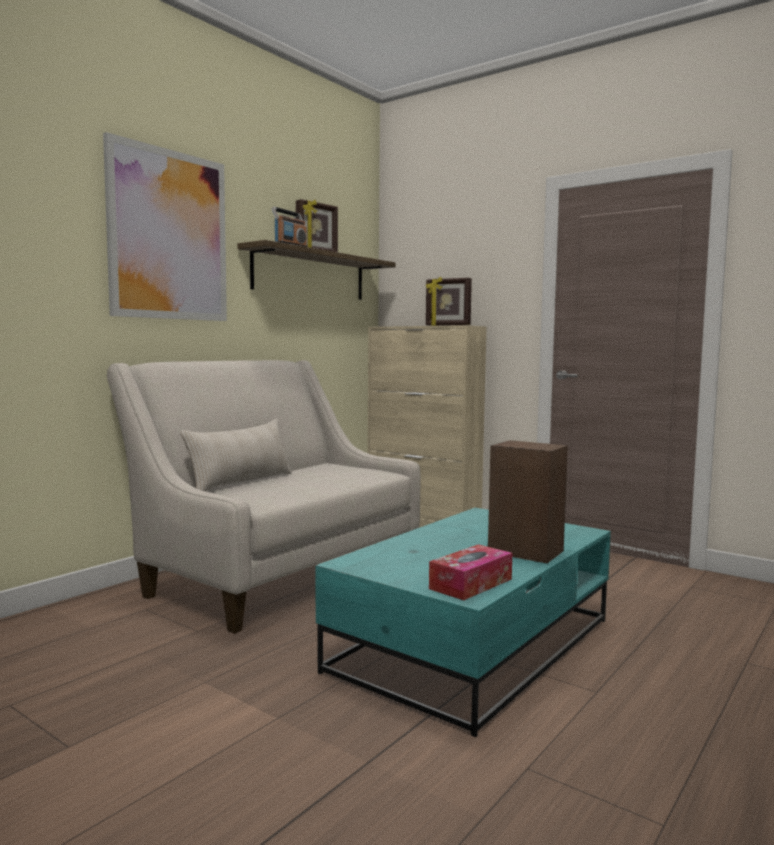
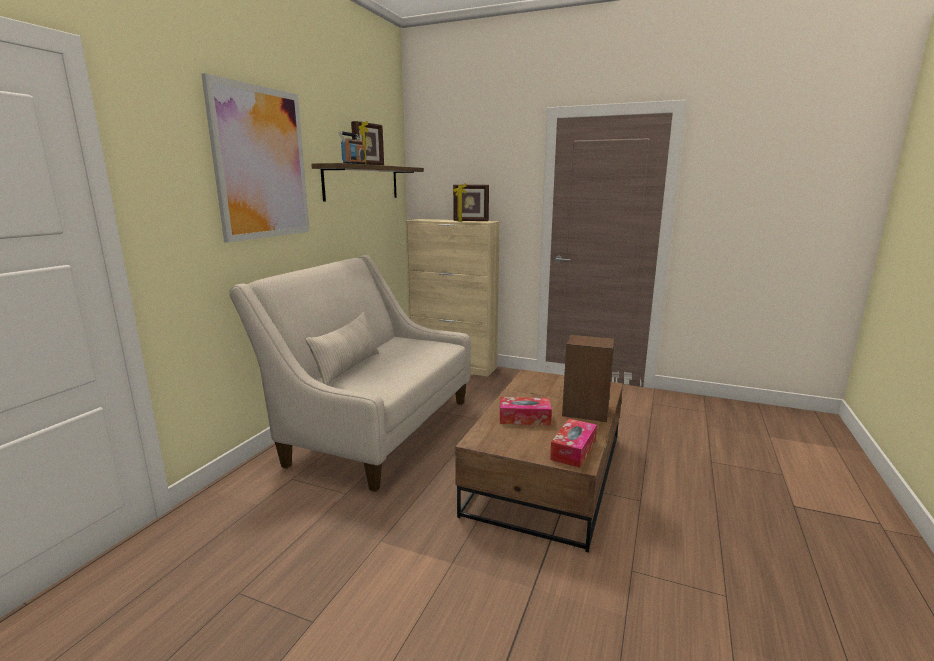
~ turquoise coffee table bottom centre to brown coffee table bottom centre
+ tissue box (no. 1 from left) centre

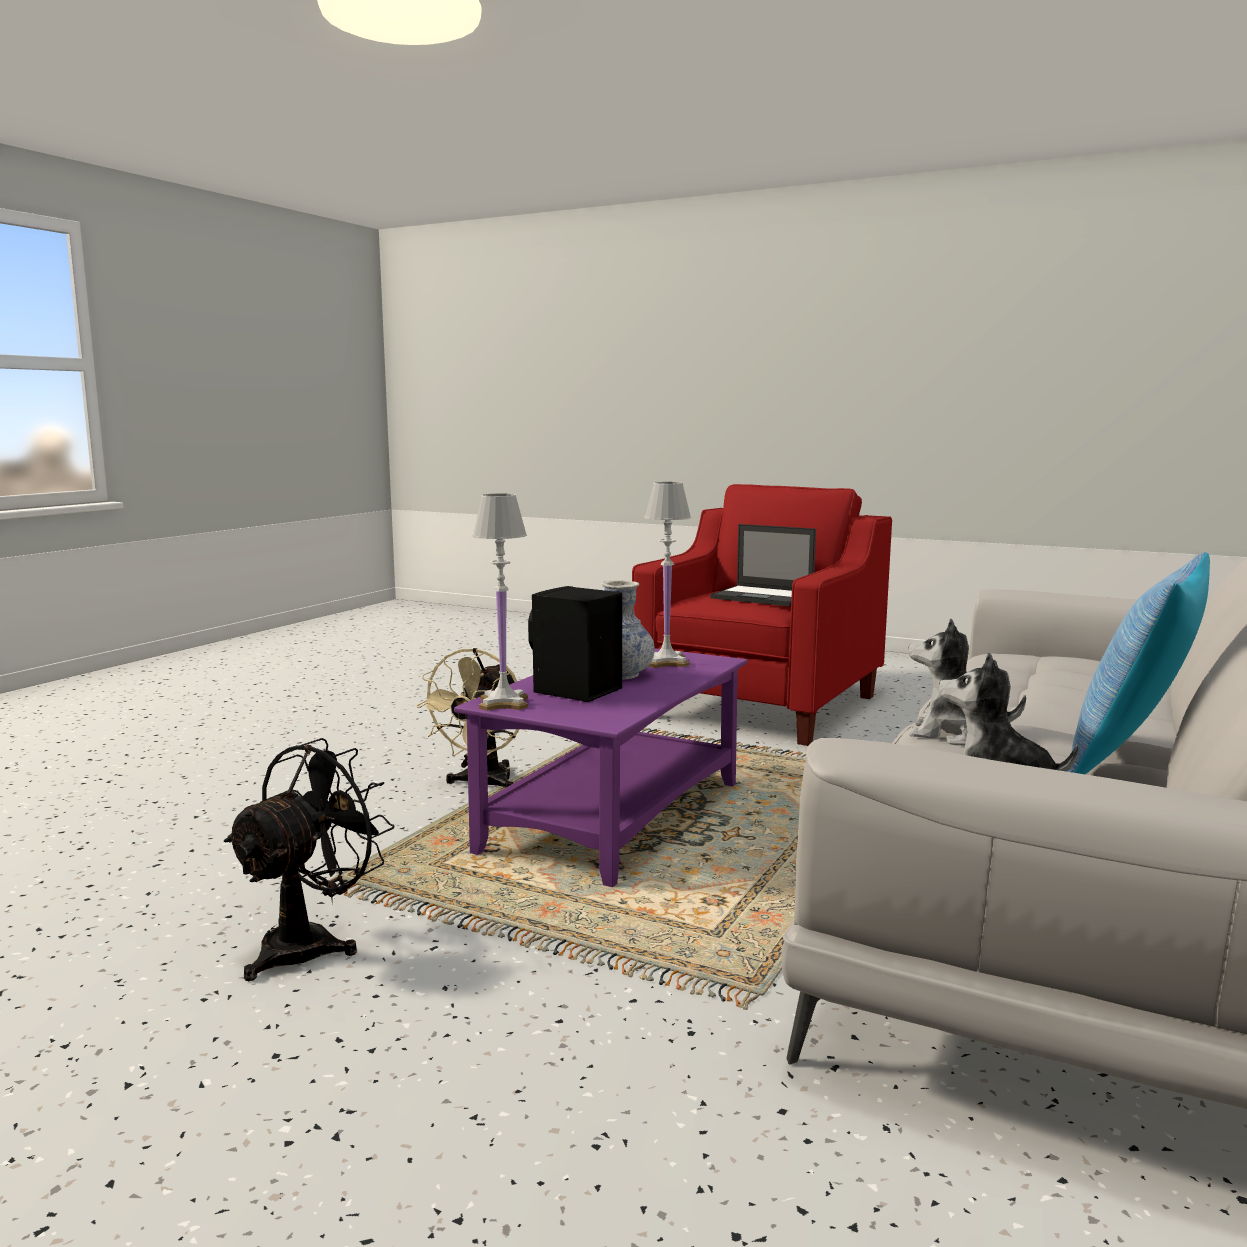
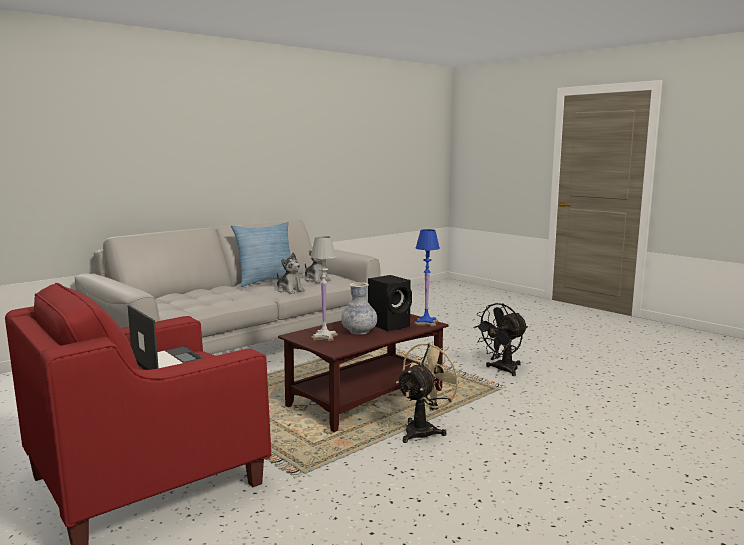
~ white table lamp (no. 1 from left) centre to blue table lamp centre
~ purple coffee table centre to brown coffee table bottom centre

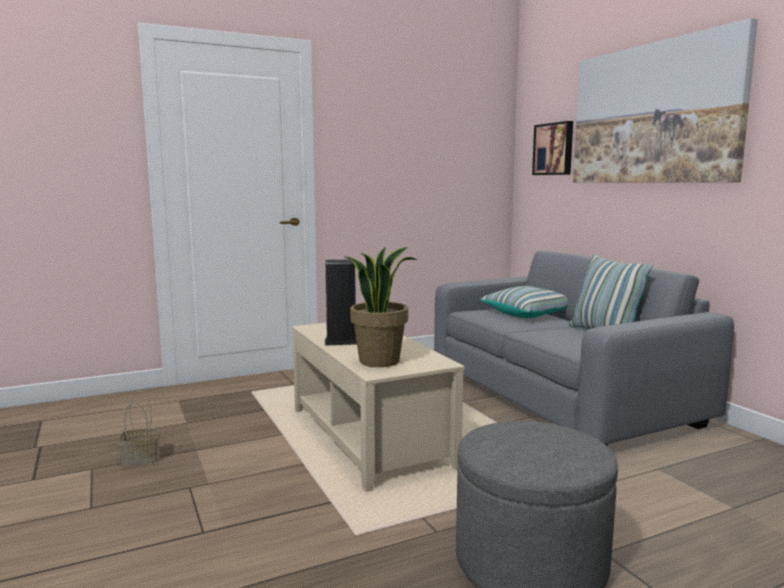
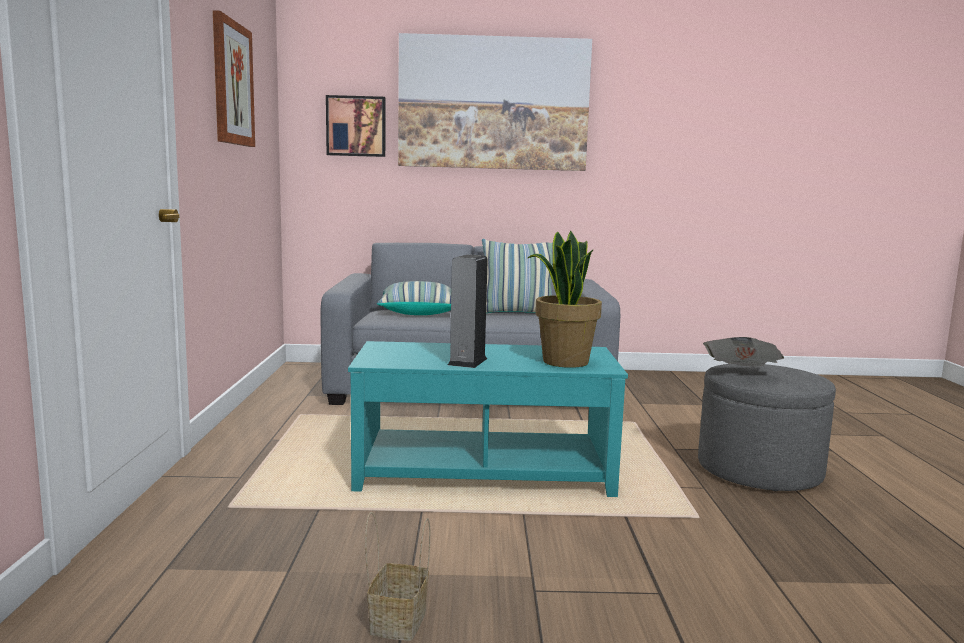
~ beige coffee table bottom centre to turquoise coffee table centre
+ picture (no. 1 from left) top left
+ newspaper middle right

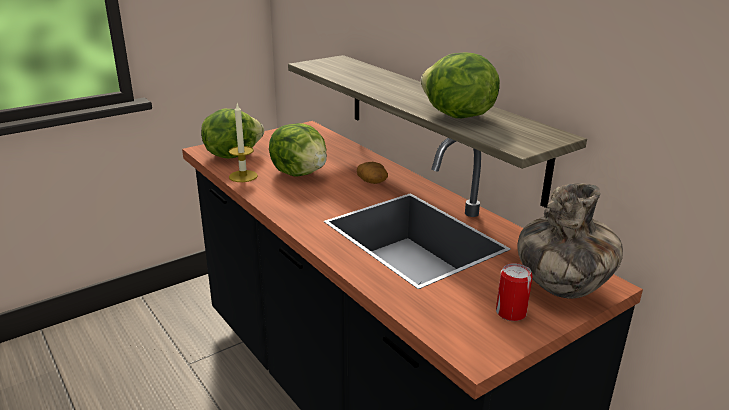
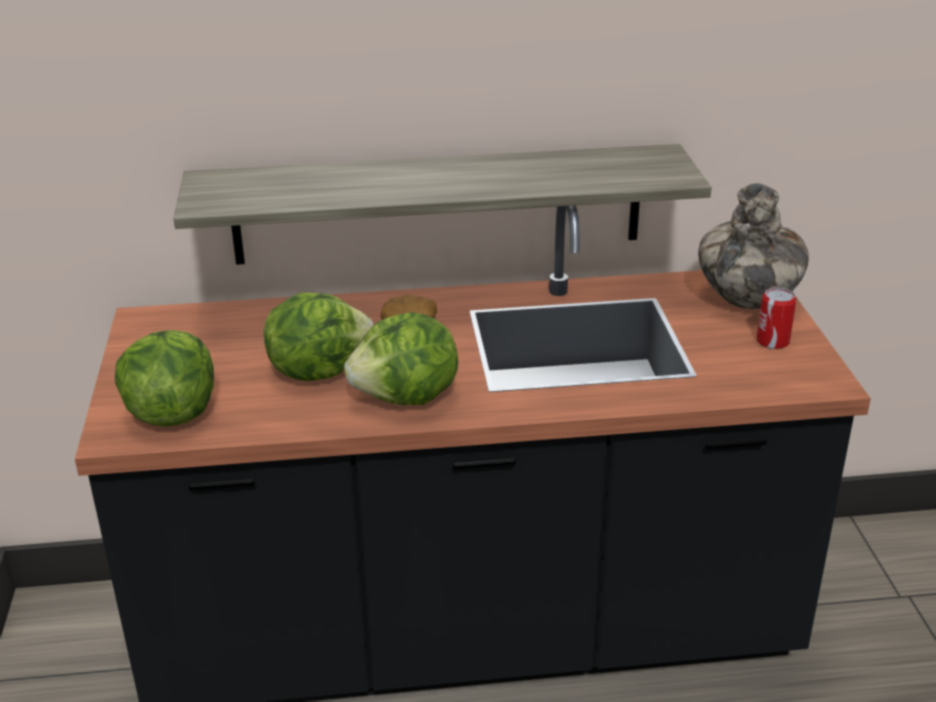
~ lettuce (no. 3 from left) top centre to centre
- candle centre

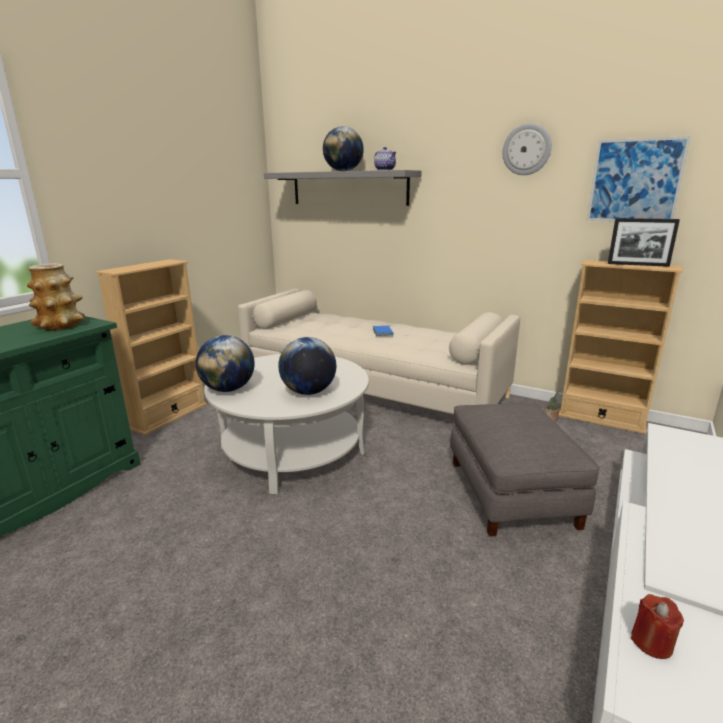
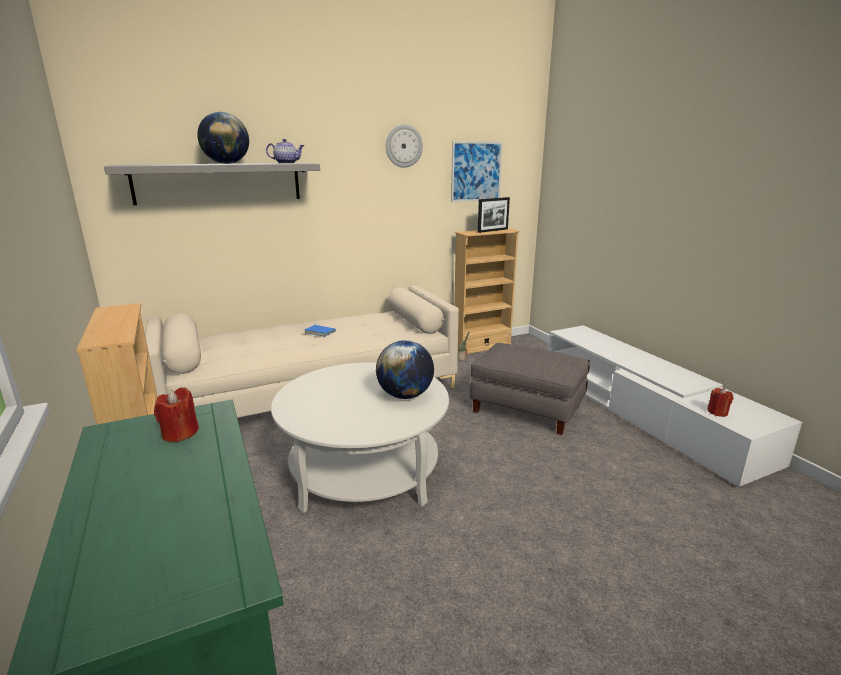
~ vase middle left to red candle (no. 1 from left) middle left
- globe (no. 1 from left) middle left

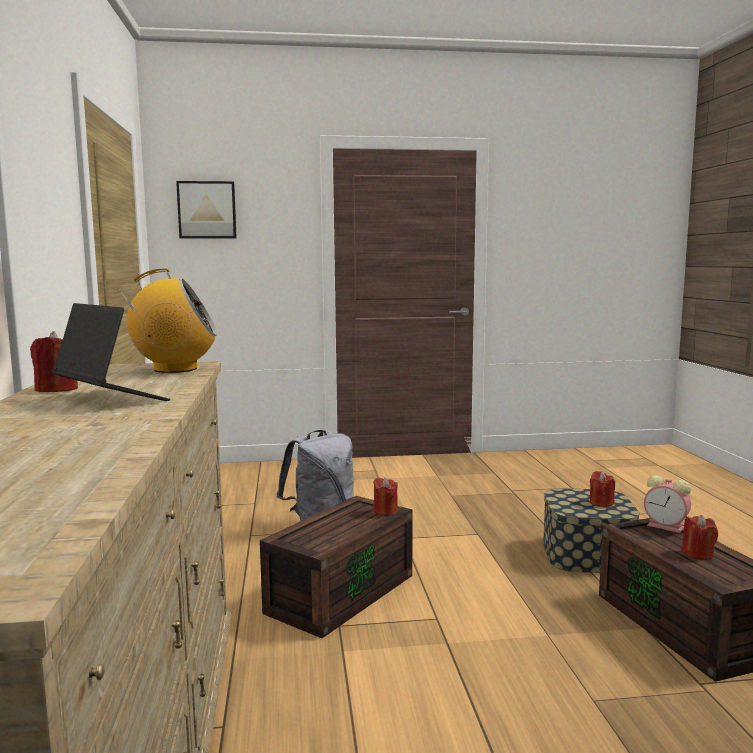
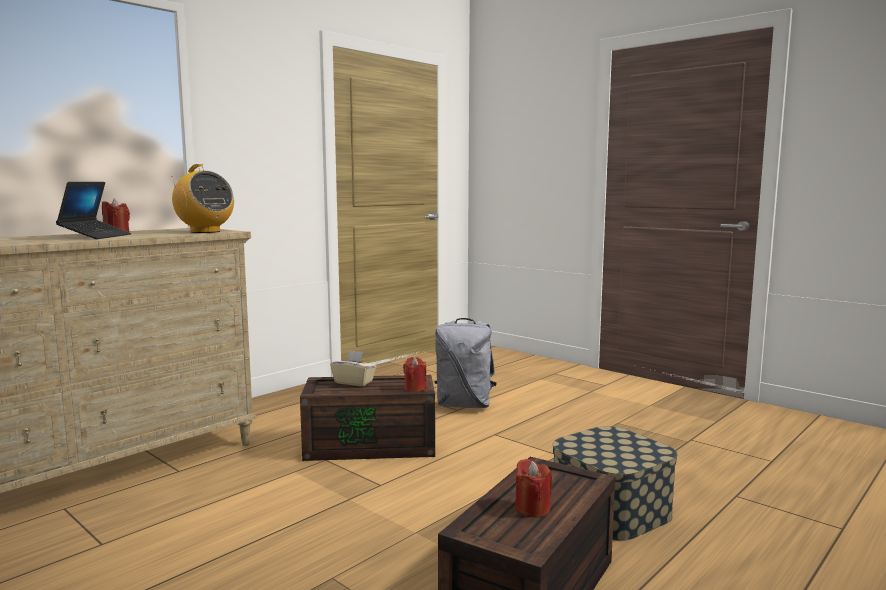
- picture top left
- red candle (no. 3 from left) middle right
- alarm clock bottom right
+ beige tissue box centre

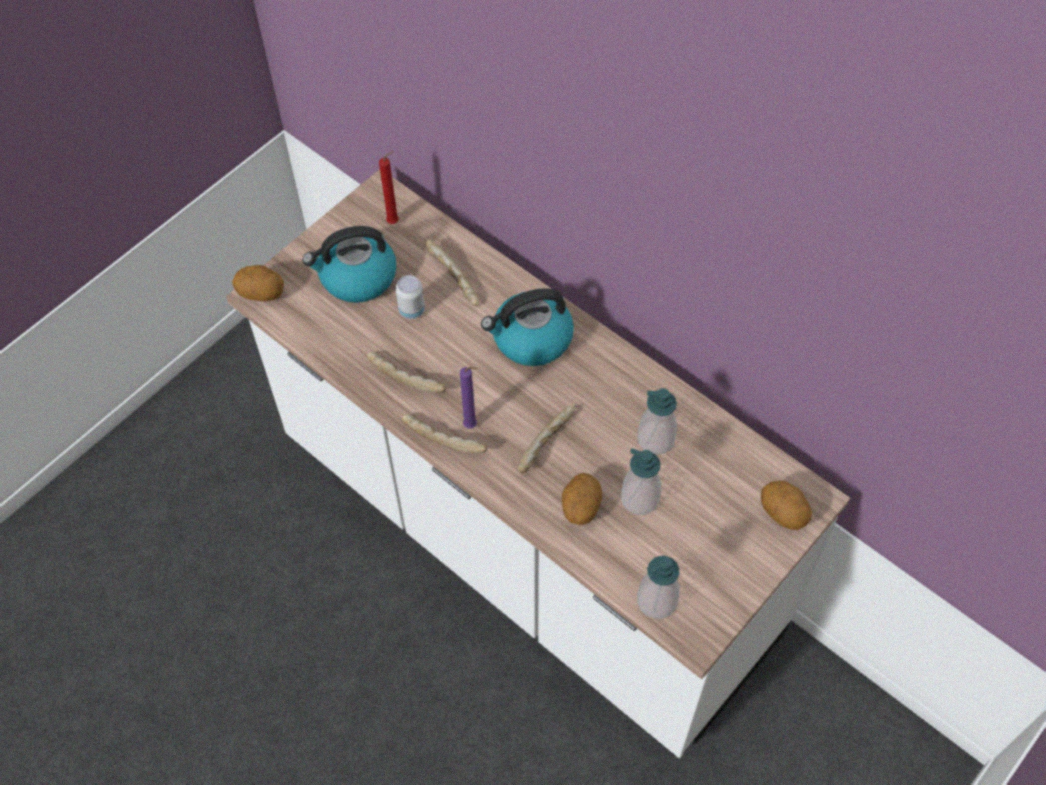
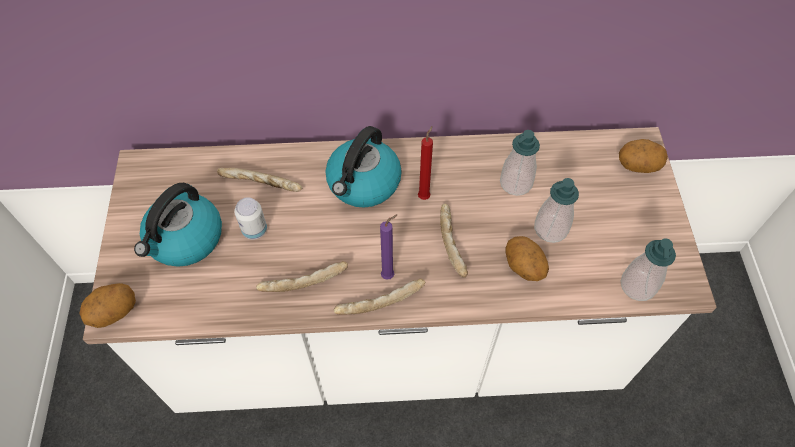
~ red candle top centre to centre

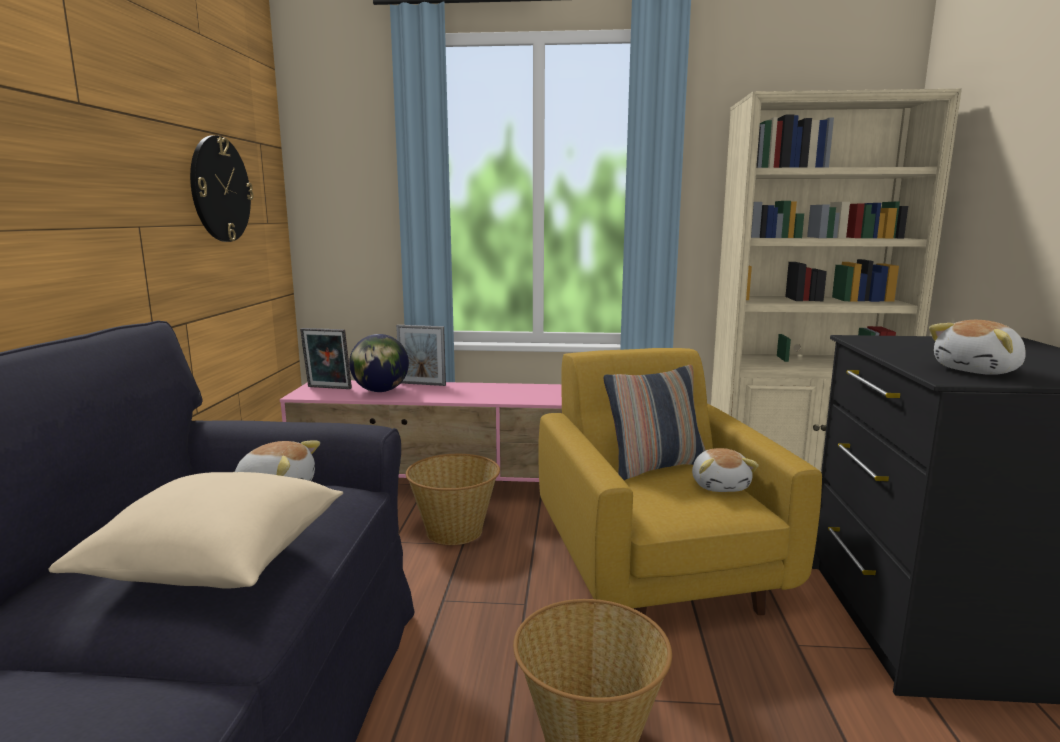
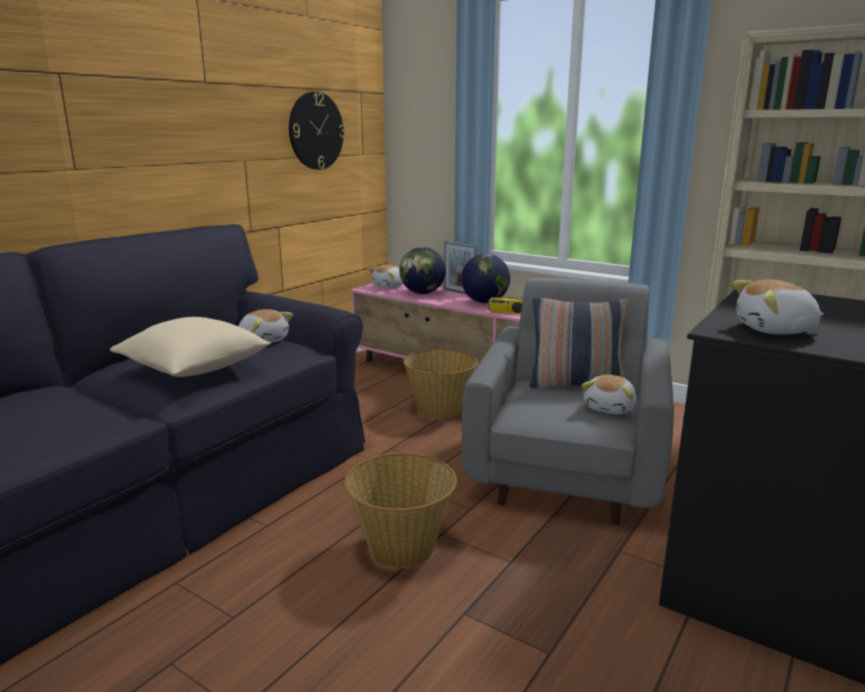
~ picture frame (no. 1 from left) middle left to plush toy (no. 2 from left) centre
~ yellow armchair centre to grey armchair centre
+ globe (no. 2 from left) centre
+ radio centre

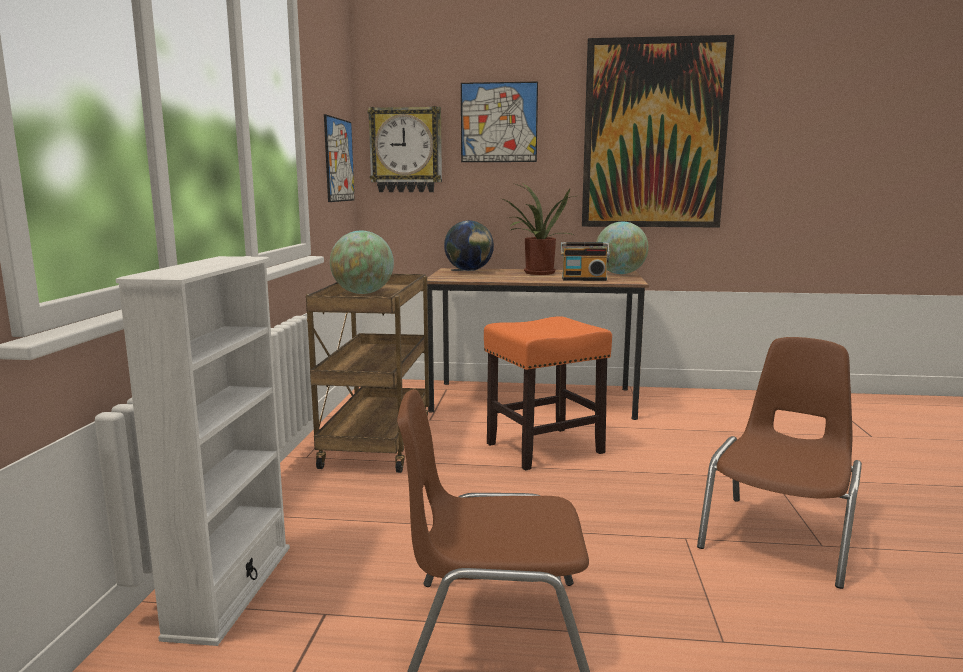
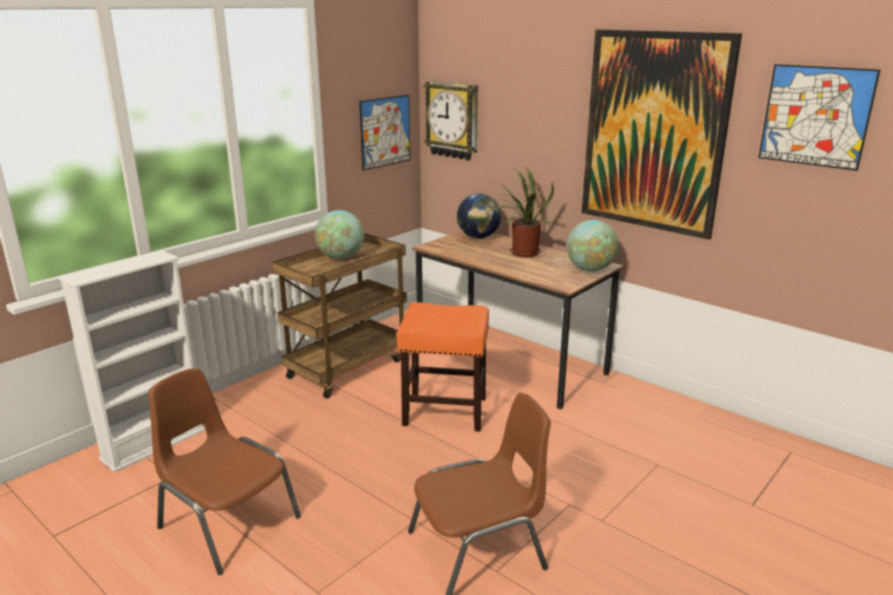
~ picture (no. 2 from left in the first image) top centre to picture (no. 3 from left) top right
- radio centre

